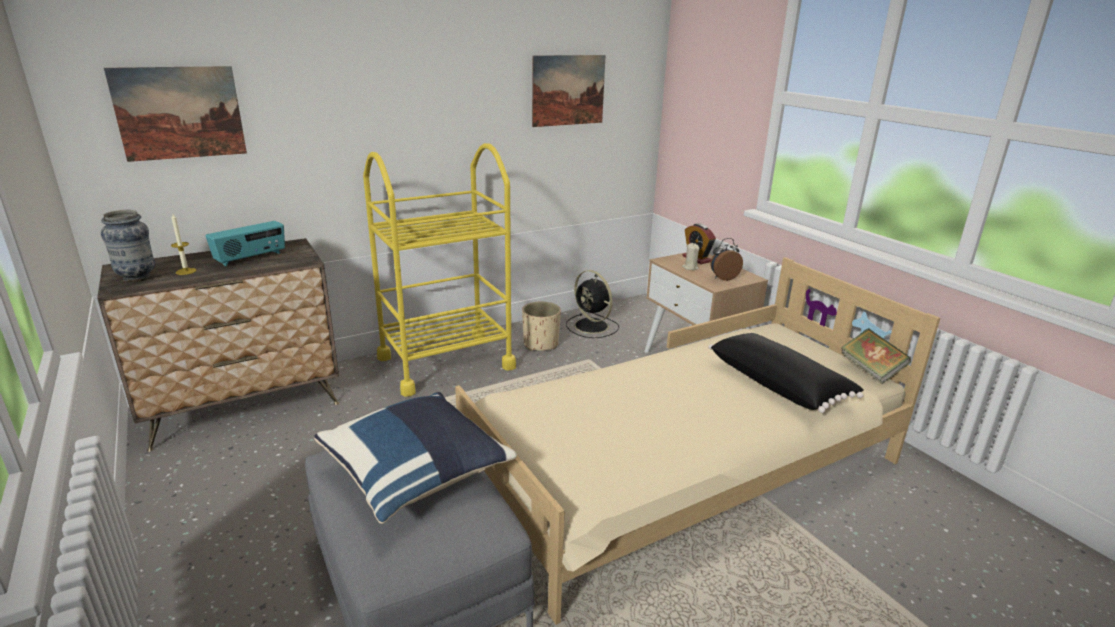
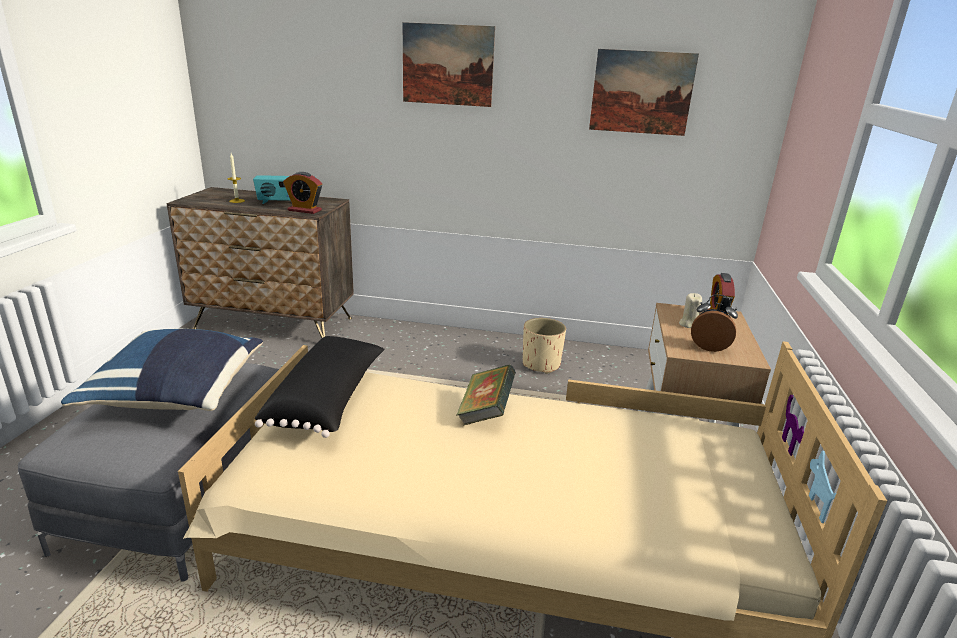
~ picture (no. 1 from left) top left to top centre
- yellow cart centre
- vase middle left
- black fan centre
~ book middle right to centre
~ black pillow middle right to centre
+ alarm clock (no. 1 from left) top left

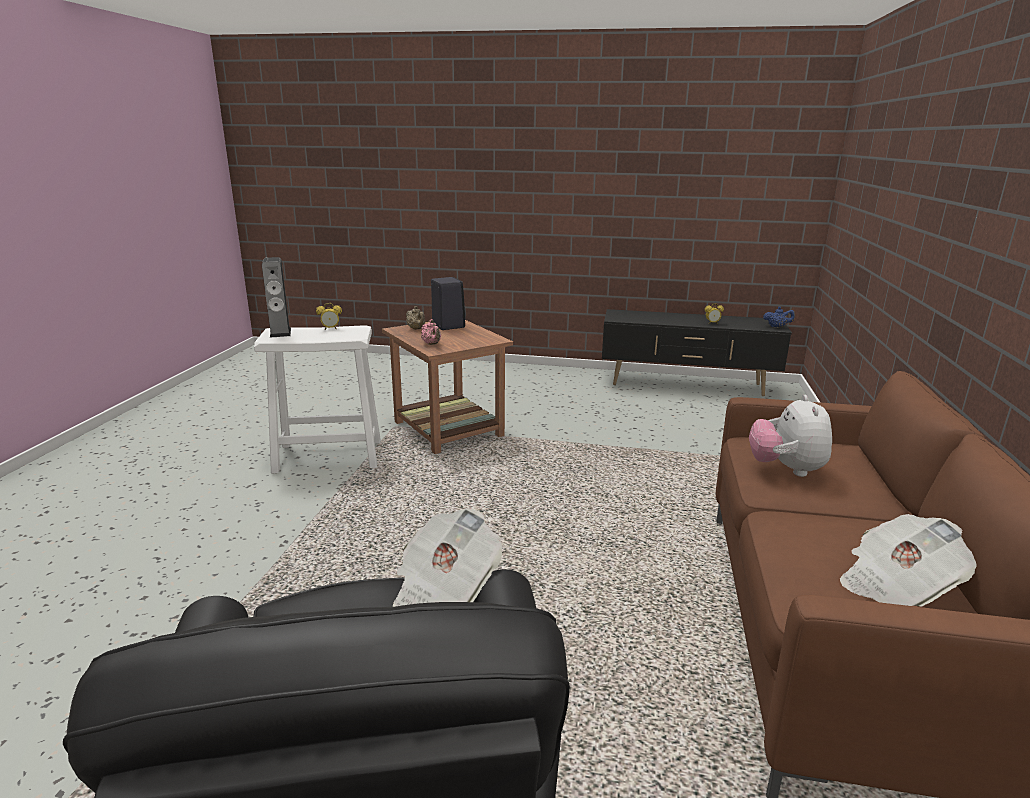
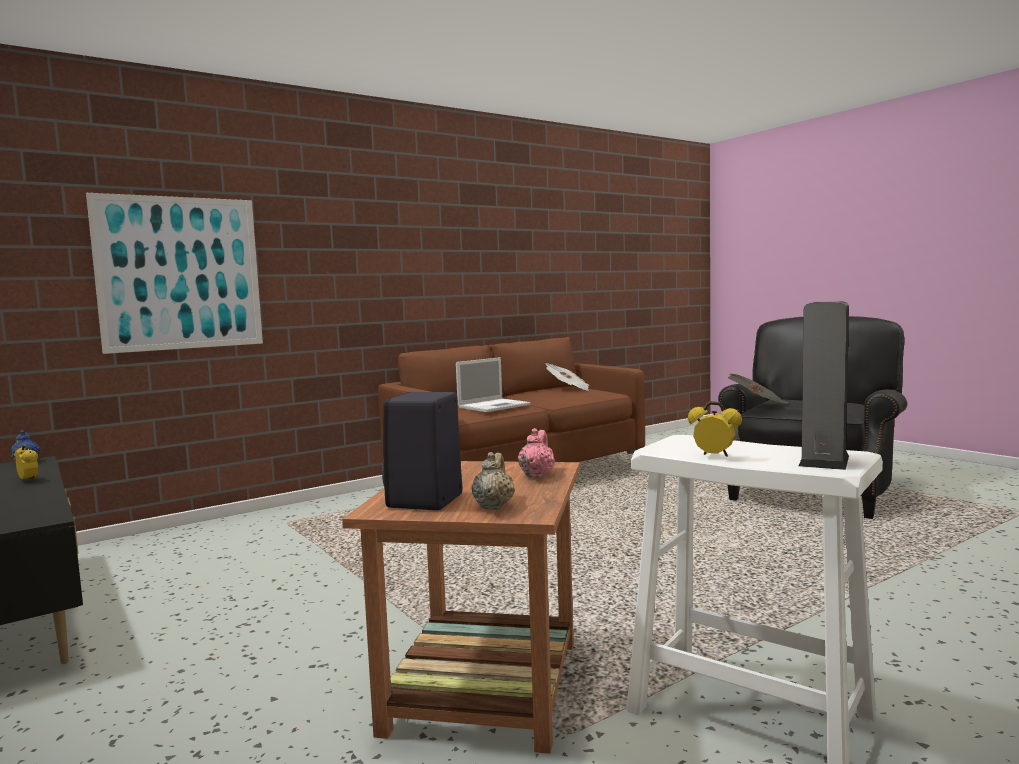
~ plush toy middle right to laptop centre
+ picture middle left

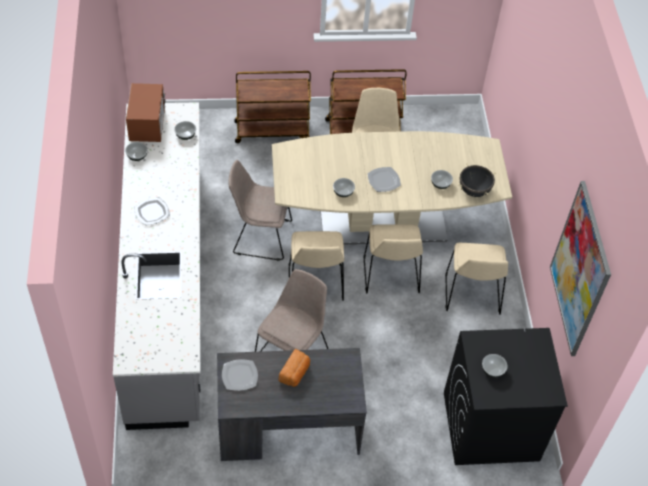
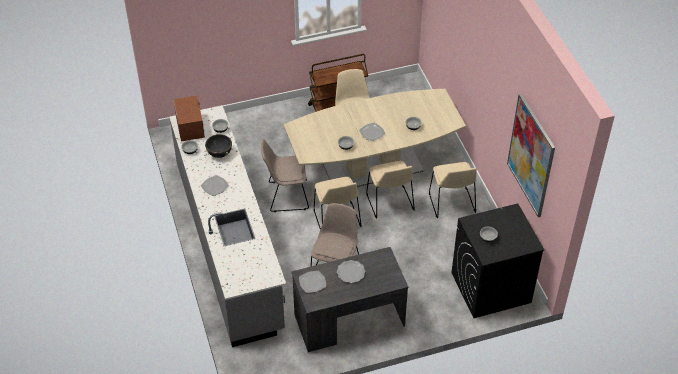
- brown cart (no. 1 from left) top centre
~ black cooking pot middle right to middle left
~ bread bottom centre to plate (no. 3 from left) bottom centre

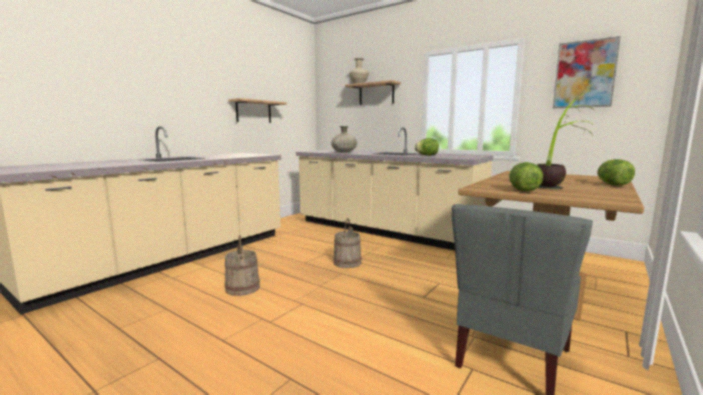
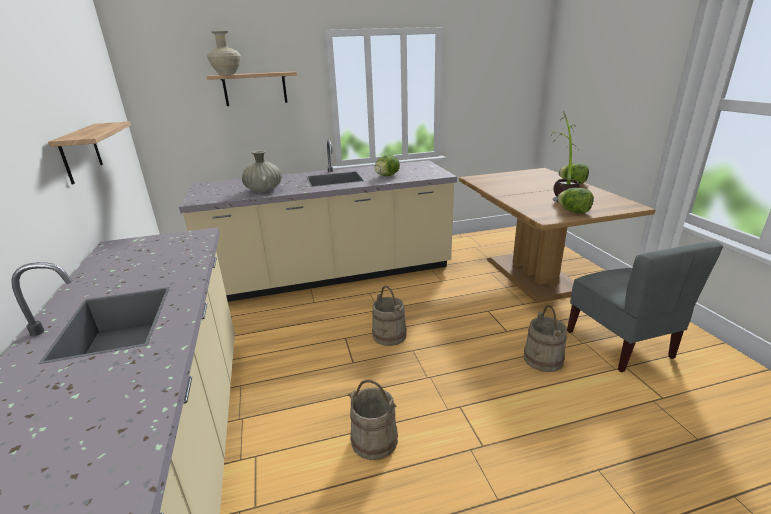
- picture top right
+ beige bucket (no. 3 from left) middle right

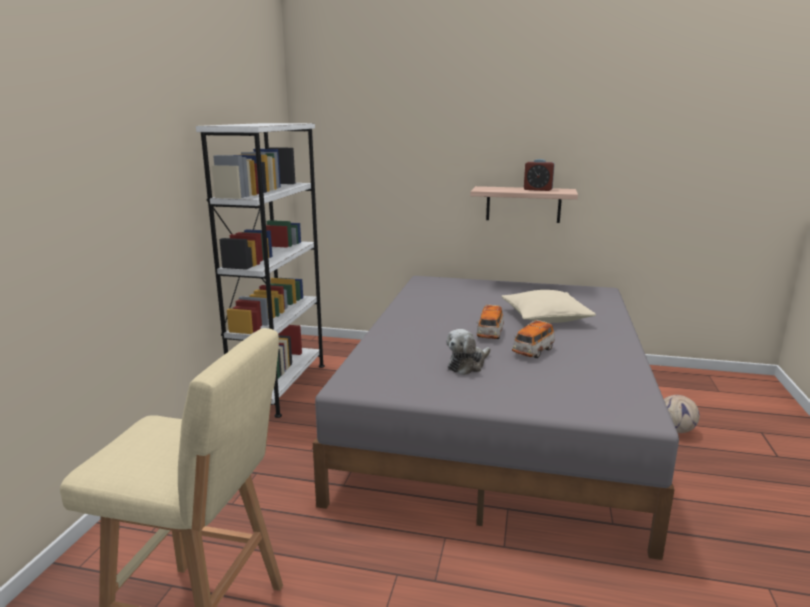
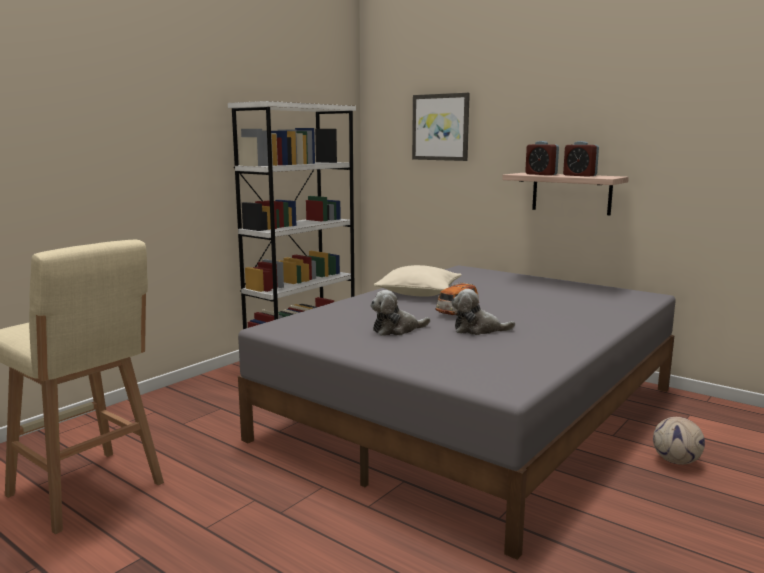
~ beige pillow middle right to centre
~ toy car (no. 2 from left) centre to plush toy (no. 2 from left) centre
+ picture top centre
+ alarm clock (no. 1 from left) top right

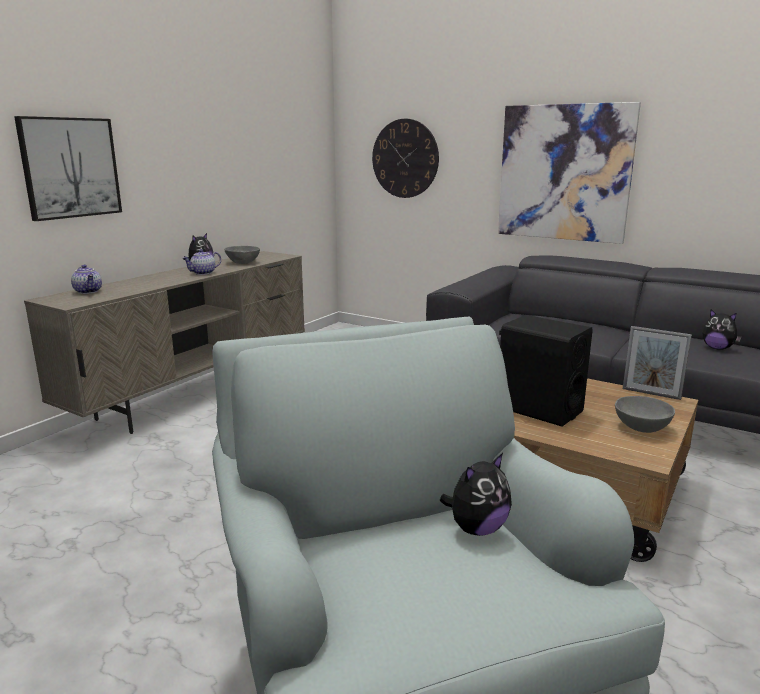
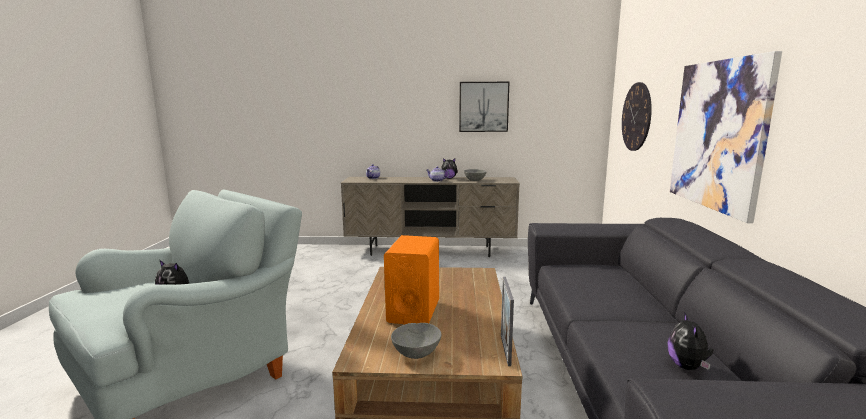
~ picture (no. 1 from left) top left to top centre
~ black speaker middle right to orange speaker bottom centre

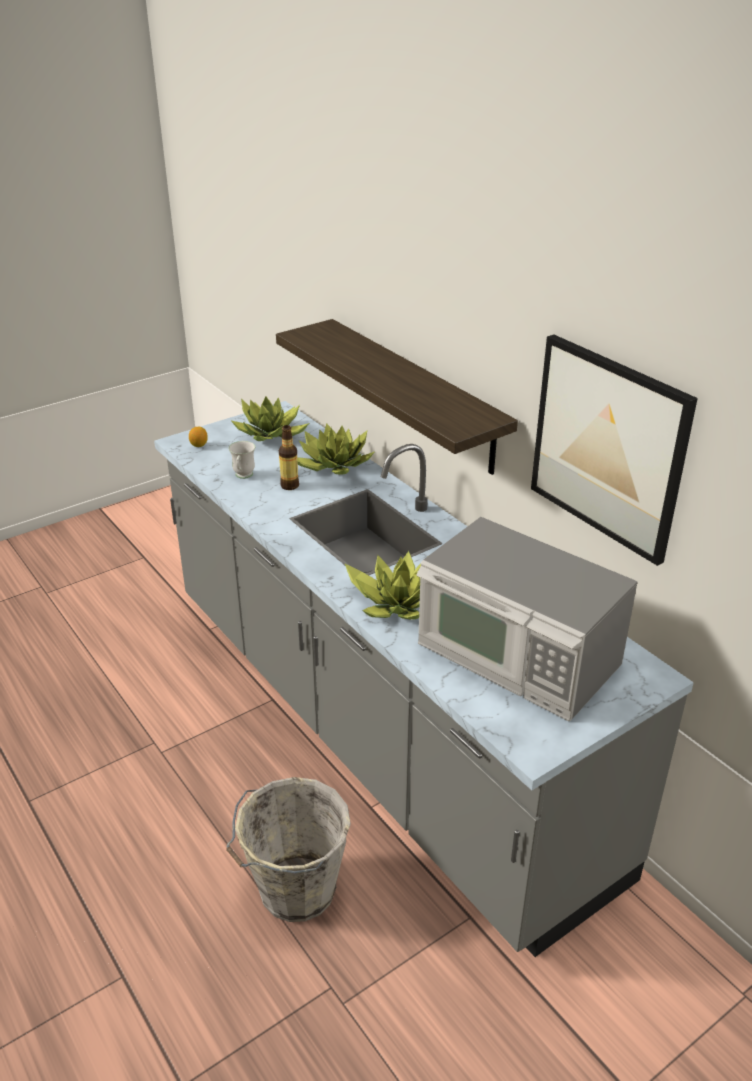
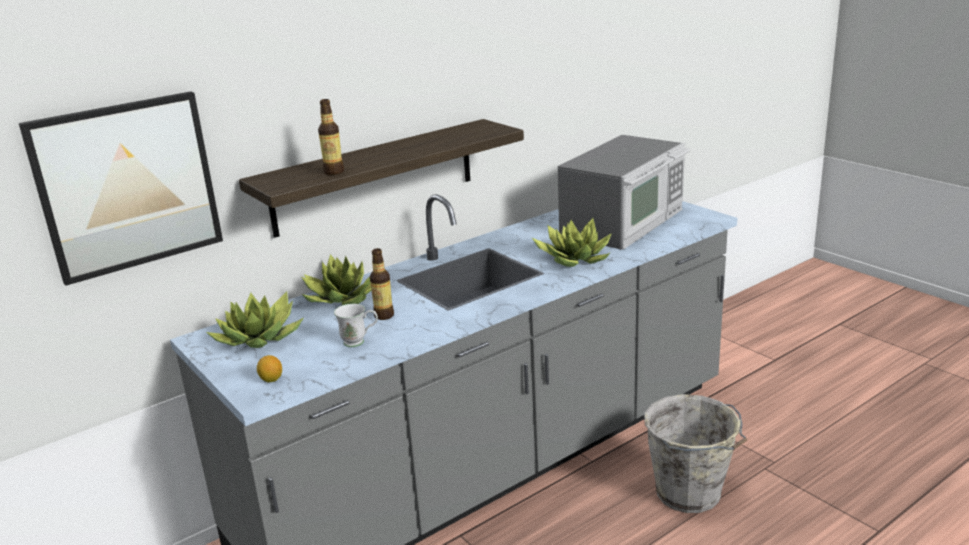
~ picture middle right to middle left
+ bottle (no. 1 from left) top centre

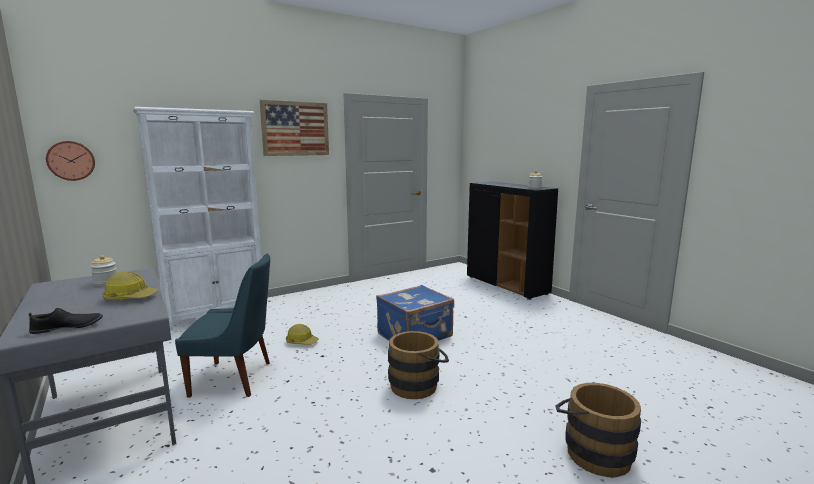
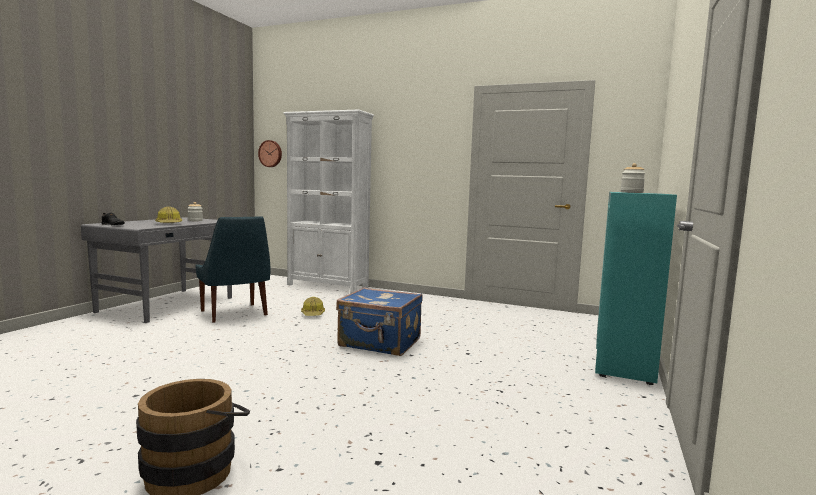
- picture top centre
~ black cabinet centre to turquoise cabinet middle right
- brown bucket (no. 1 from left) bottom centre

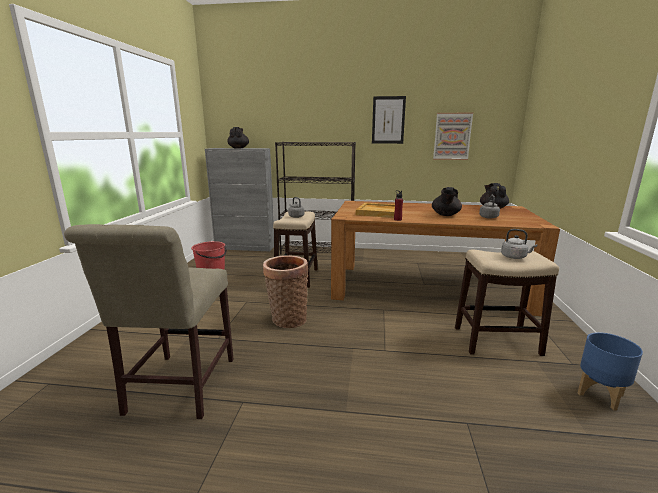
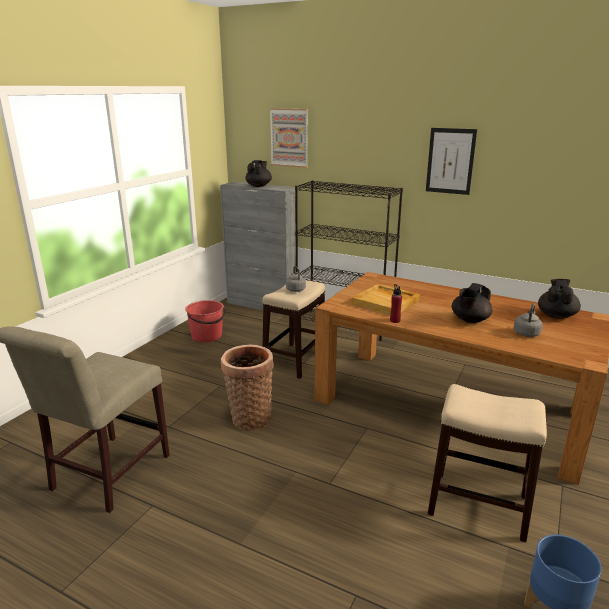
~ picture (no. 2 from left in the first image) top right to picture (no. 1 from left) top centre
- grey kettle (no. 3 from left) middle right

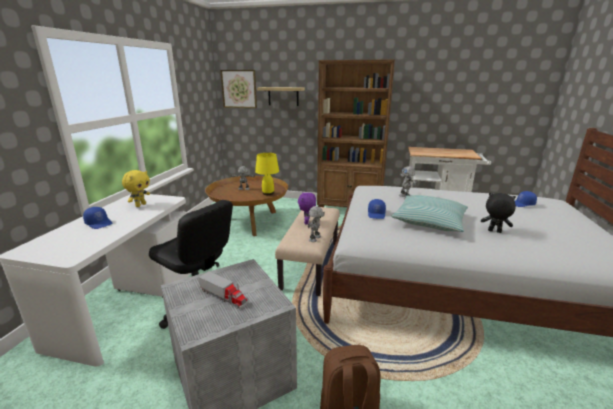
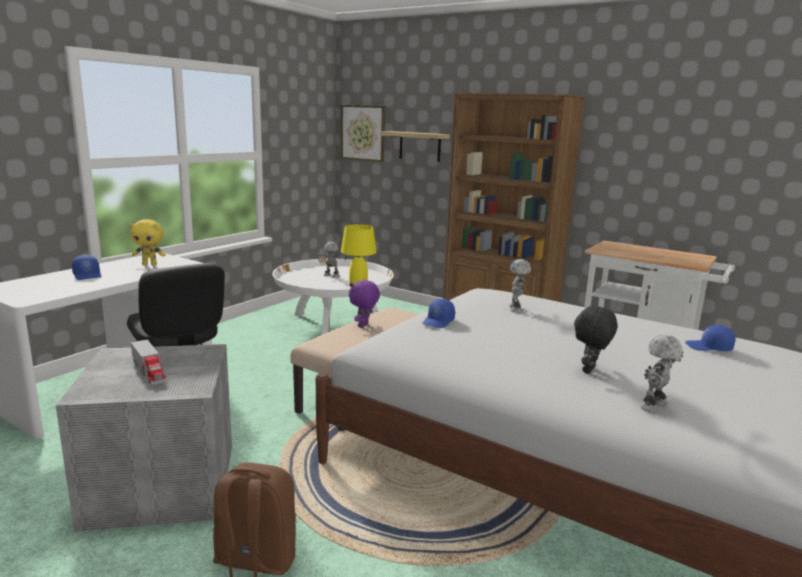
~ yellow plush toy middle left = middle left 45 degrees clockwise
~ brown coffee table centre to white coffee table centre
~ black plush toy middle right = middle right 105 degrees counterclockwise
- pillow middle right
~ toy robot (no. 2 from left in the first image) centre to toy robot (no. 3 from left) middle right

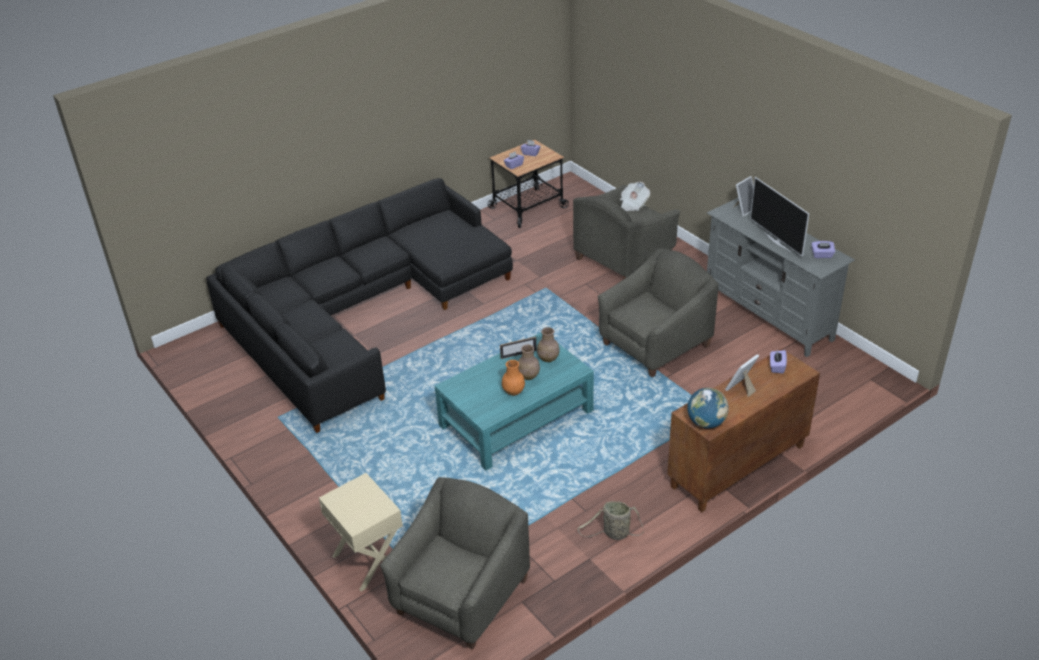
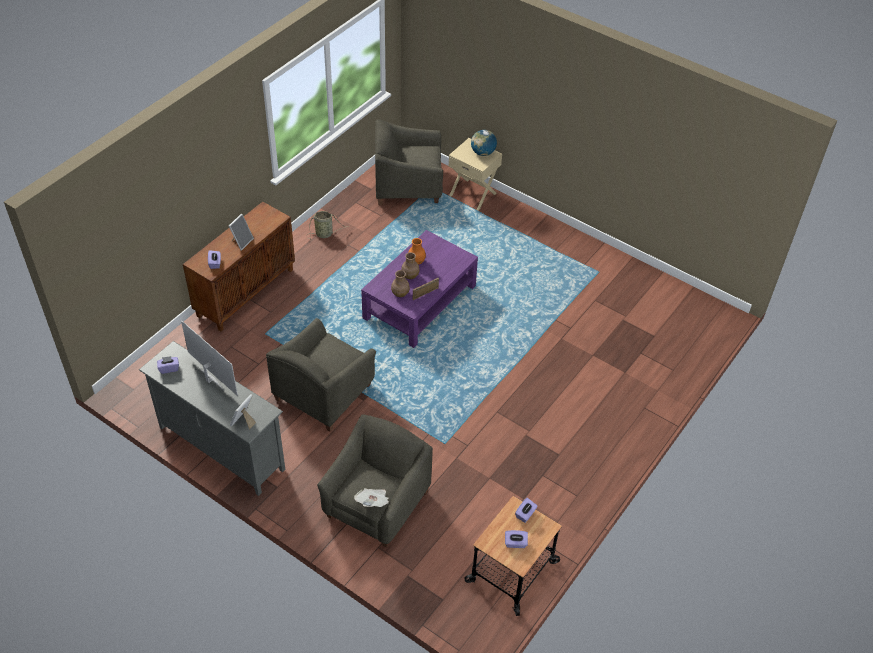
- black sofa centre
~ turquoise coffee table centre to purple coffee table centre
~ globe middle right to top centre
~ grey armchair (no. 1 from left in the first image) bottom centre = top centre 75 degrees clockwise

